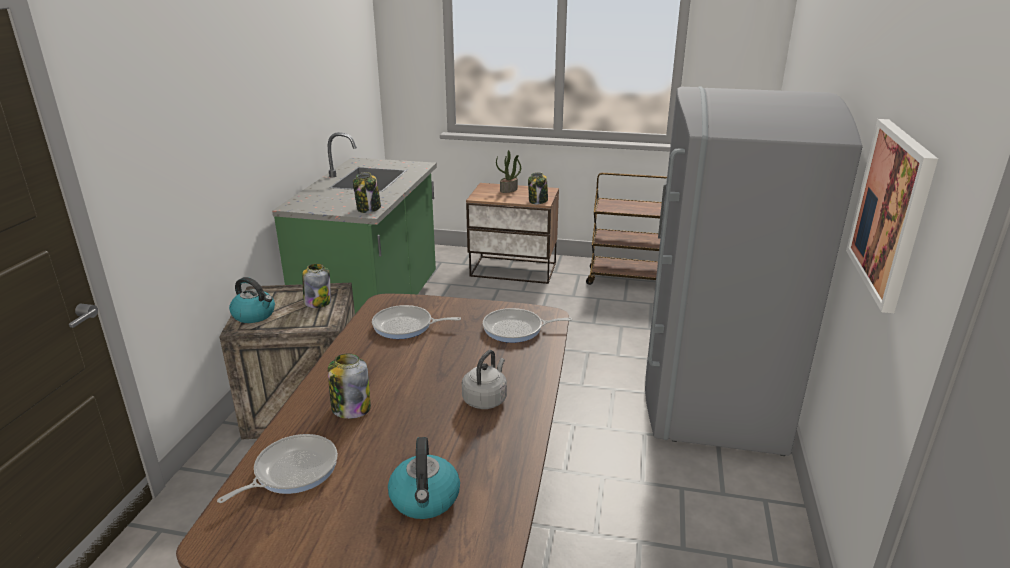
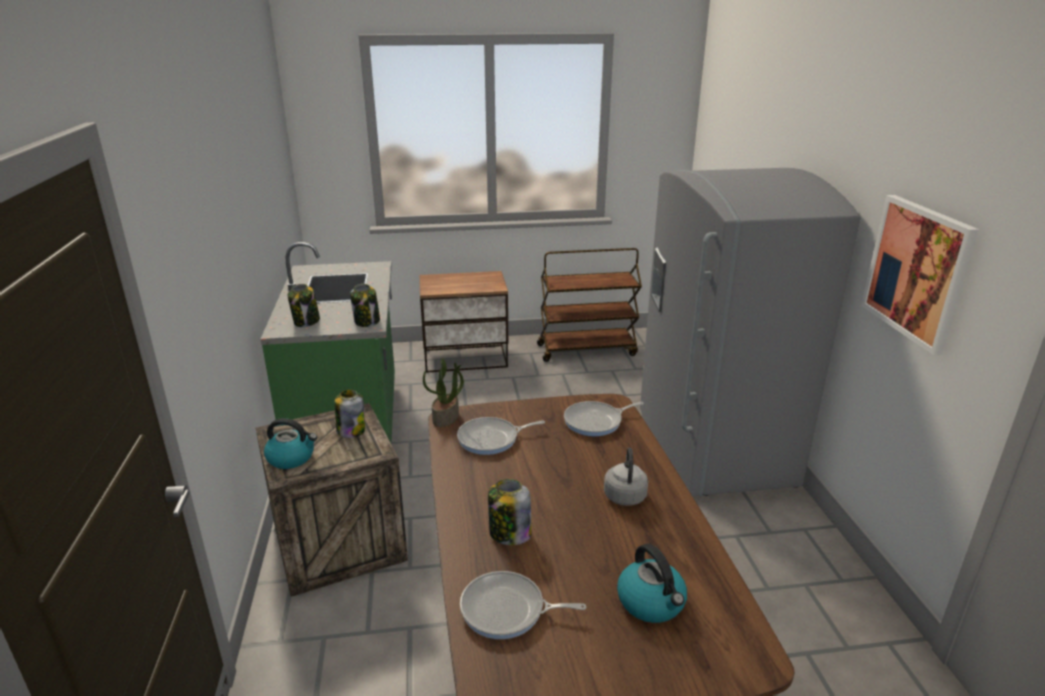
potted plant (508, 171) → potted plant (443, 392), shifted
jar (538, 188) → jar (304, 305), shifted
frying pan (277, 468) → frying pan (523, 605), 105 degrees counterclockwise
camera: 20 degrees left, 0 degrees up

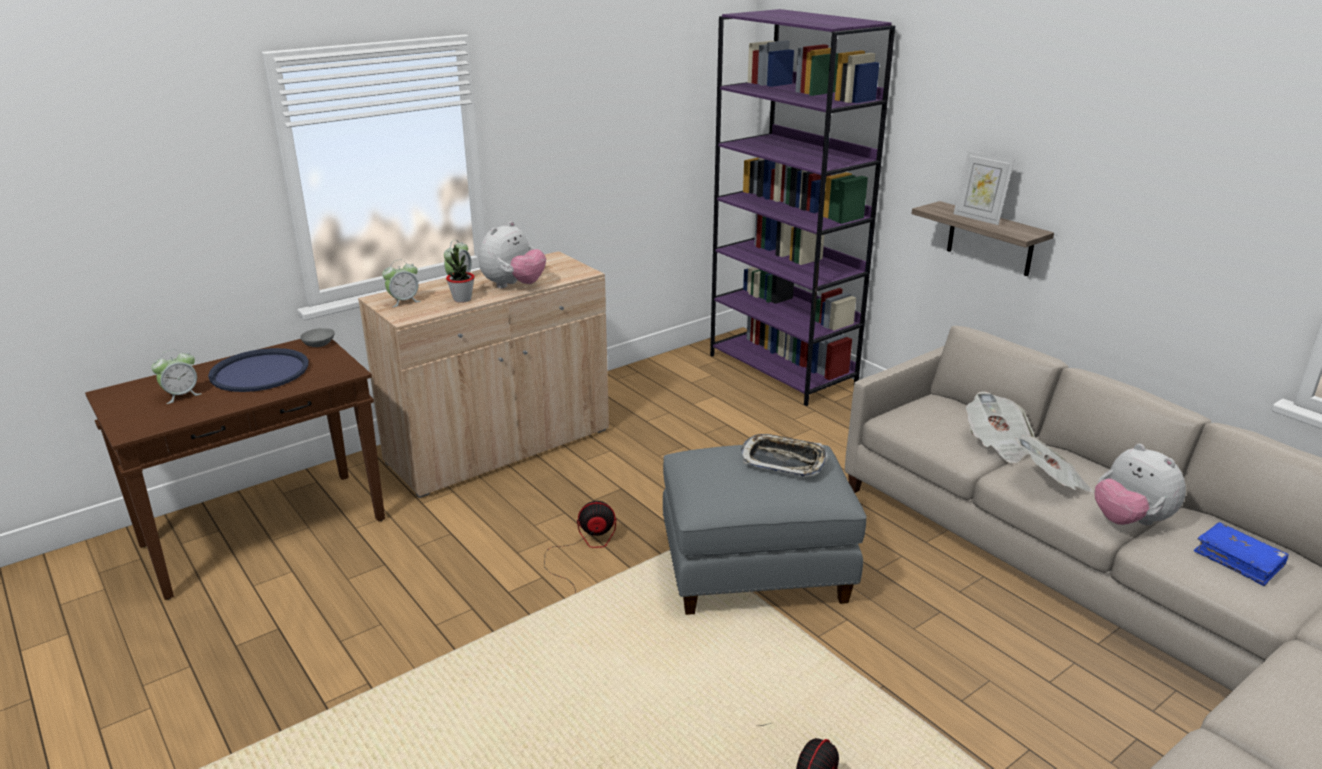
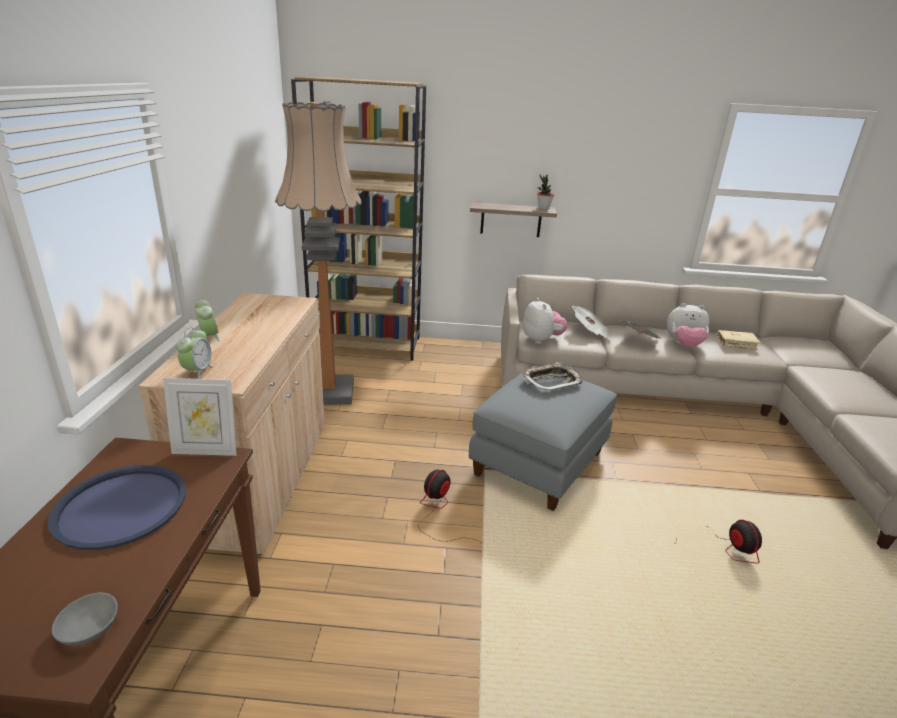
shelving unit/purplish (802, 207) → shelving unit/brown (358, 218)
photo frame (983, 188) → photo frame (199, 417), shifted
plush toy (512, 254) → plush toy (545, 320), shifted
potted plant (460, 273) → potted plant (545, 192), shifted
bowl/gray (317, 337) → bowl/gray (85, 619), shifted
alarm clock (176, 376) → -
volume/blue-coloured (1241, 554) → volume/beige (738, 340)
- → standing lamp (318, 253)
camera: 50 degrees left, 0 degrees up

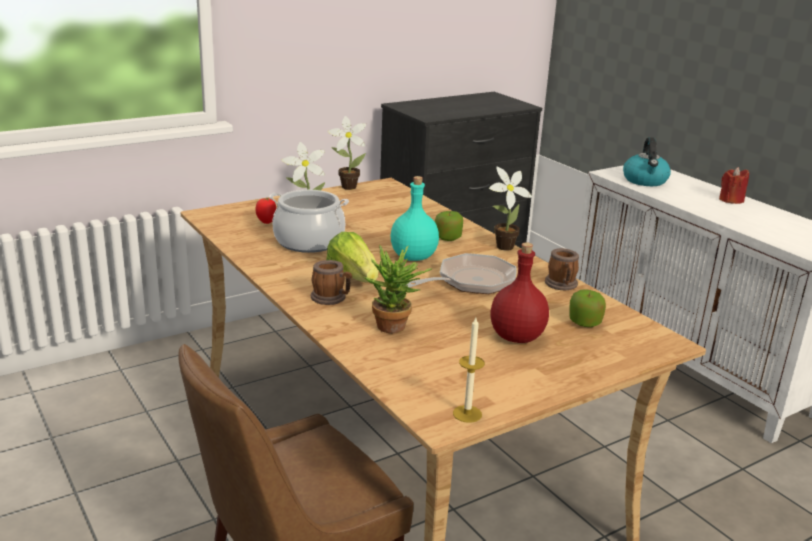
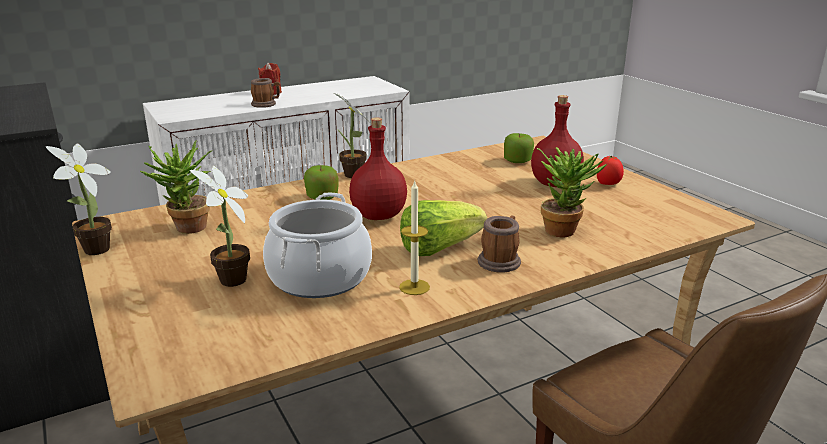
water kettle (647, 161) → -
bottle/turquoise-coloured (415, 218) → bottle/red (378, 168)
tomato (265, 211) → tomato (610, 170), shifted
mug (562, 269) → mug (265, 93), shifted
frying pan (461, 273) → -
wax candle (469, 370) → wax candle (414, 238), shifted
- → potted plant (175, 187)
camera: 85 degrees left, 0 degrees up

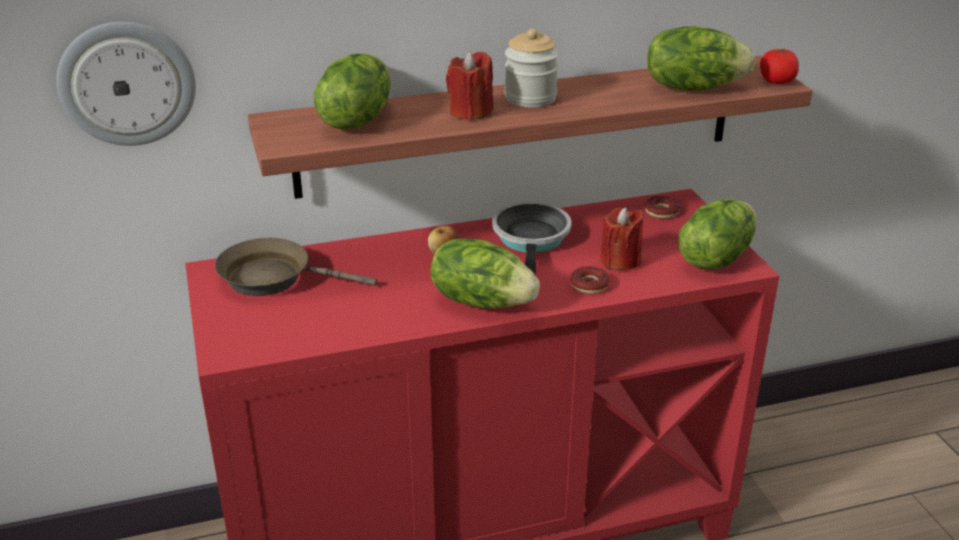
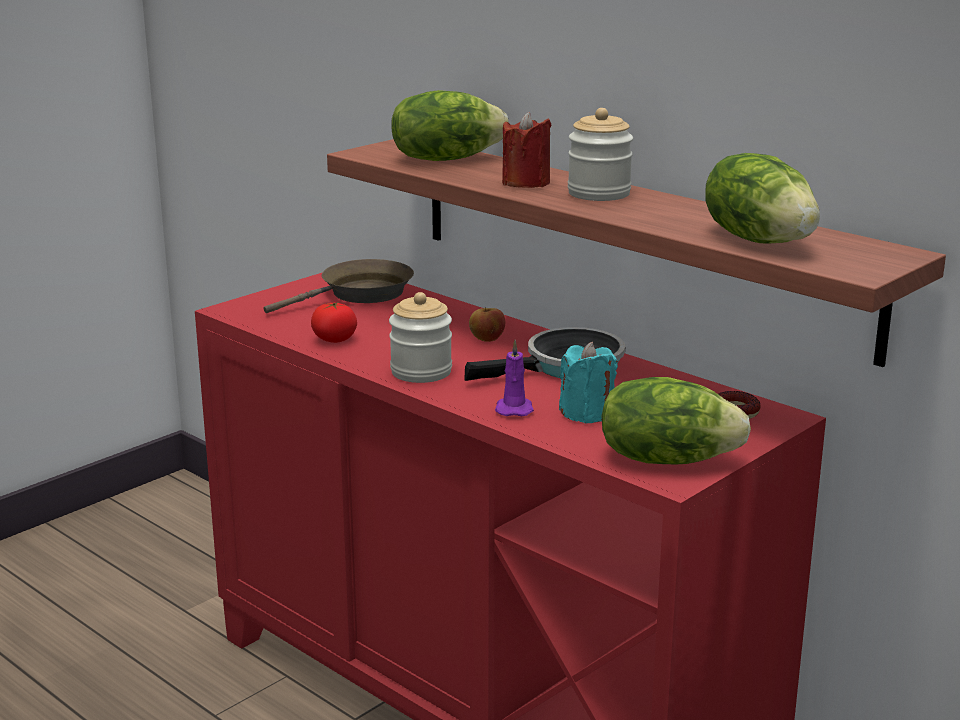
clock on the wall (126, 84) → -
tomato (779, 66) → tomato (334, 322), shifted
wax candle/red (622, 238) → wax candle/turquoise-coloured (588, 383)
frying pan/brown (296, 267) → frying pan/brown (339, 286), 75 degrees clockwise
lettuce head (485, 274) → jar (420, 337)
ring doughnut (590, 280) → wax candle/purplish (514, 378)
camera: 60 degrees right, 10 degrees down

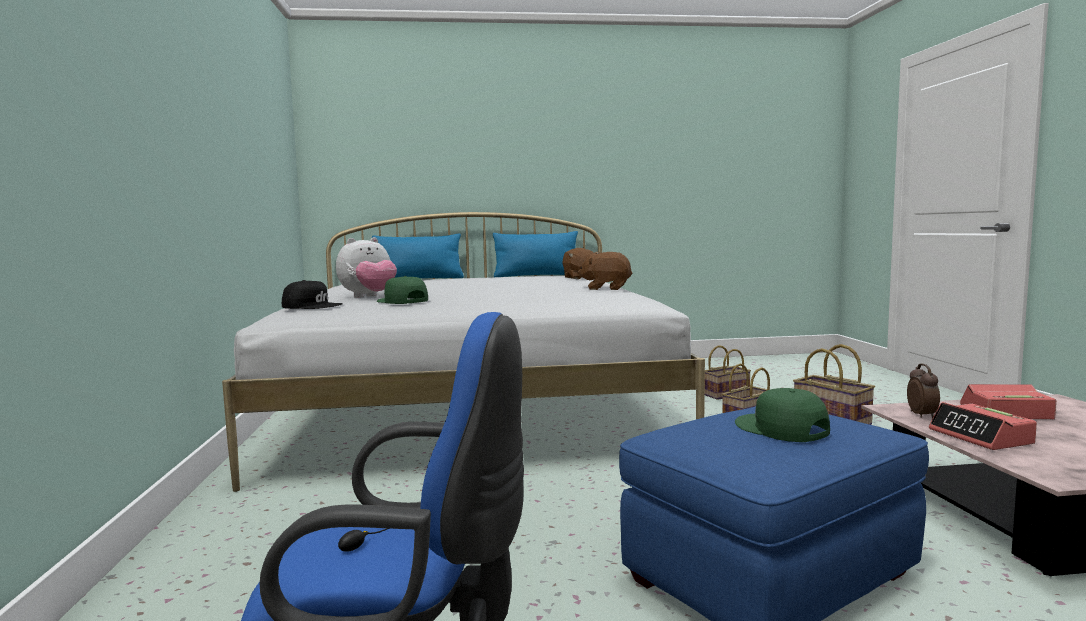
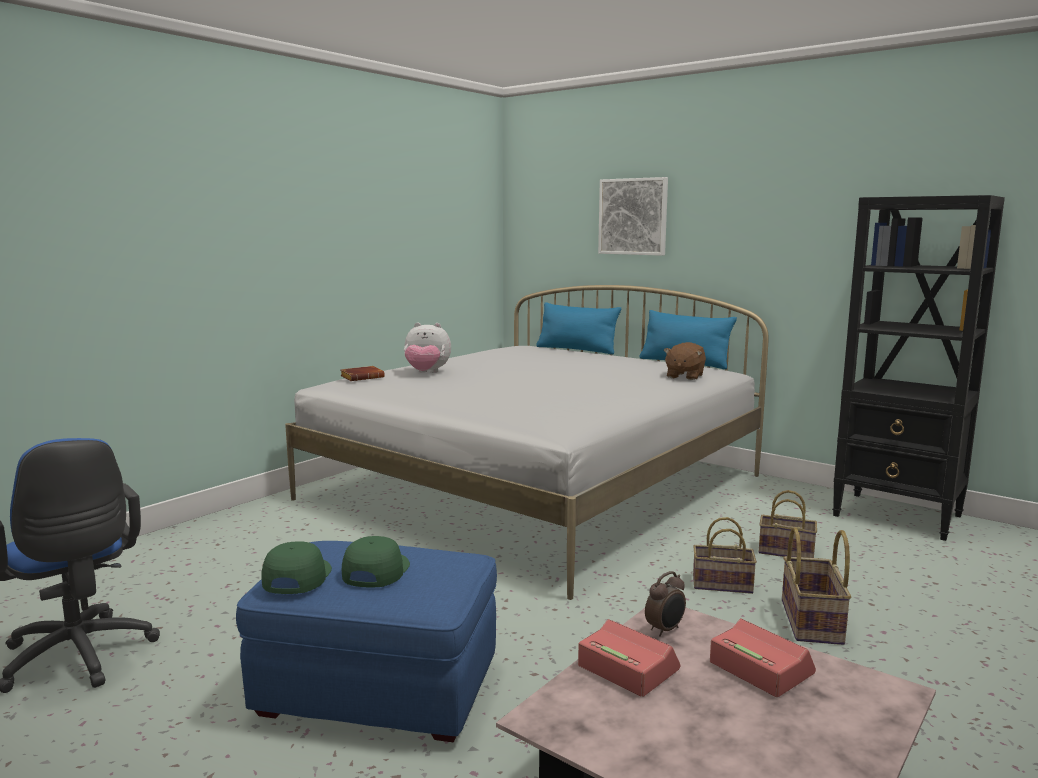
plush toy/brown (605, 271) → -
peaked cap/green (402, 290) → peaked cap/green (296, 567), shifted
peaked cap/black-coloured (312, 294) → volume/brown (362, 373)
alarm clock (983, 426) → alarm clock (629, 658), 105 degrees clockwise
- → picture (633, 216)
- → shelving unit/black-coloured (918, 368)
camera: 45 degrees right, 5 degrees up

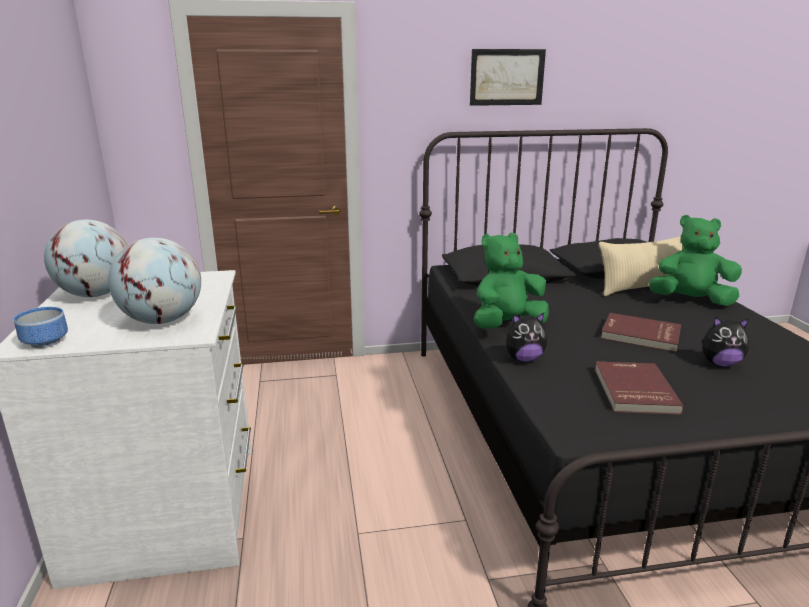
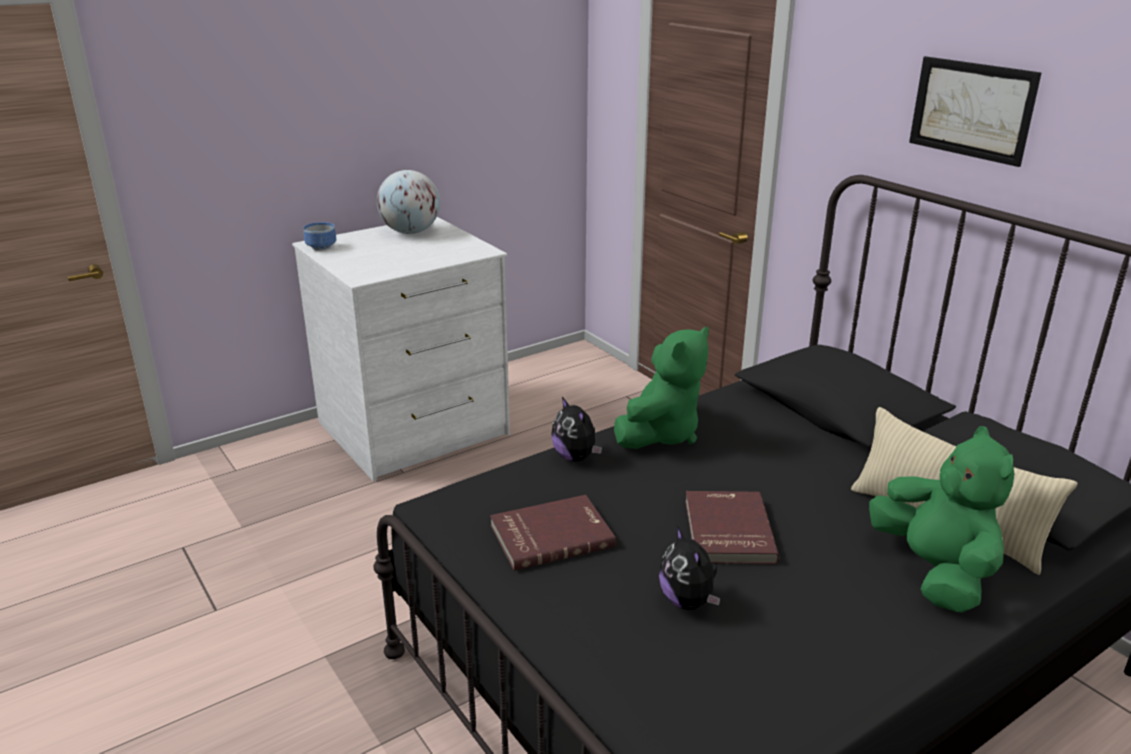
plush toy/green (511, 280) → plush toy/green (661, 388), 90 degrees clockwise
desk globe (154, 281) → -
camera: 65 degrees right, 5 degrees up

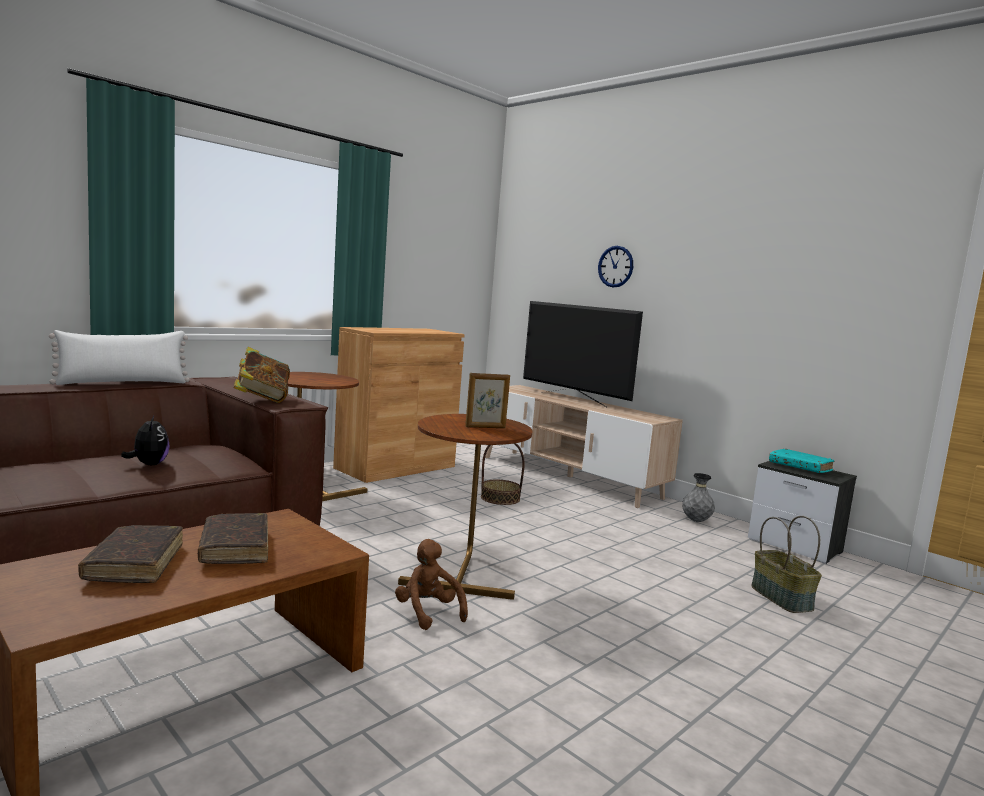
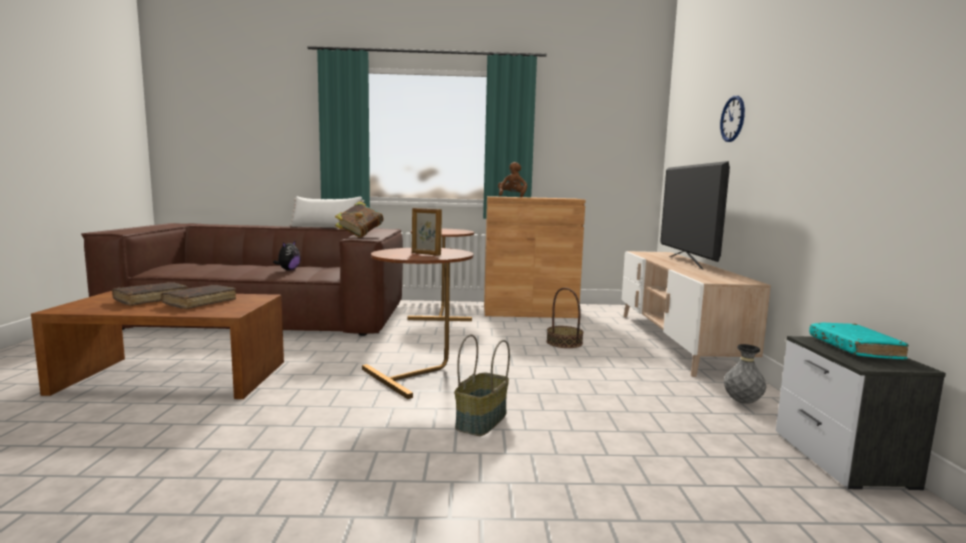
basket (786, 564) → basket (482, 385), shifted
plush toy/brown (431, 584) → plush toy/brown (512, 180), shifted
camera: 45 degrees right, 0 degrees up

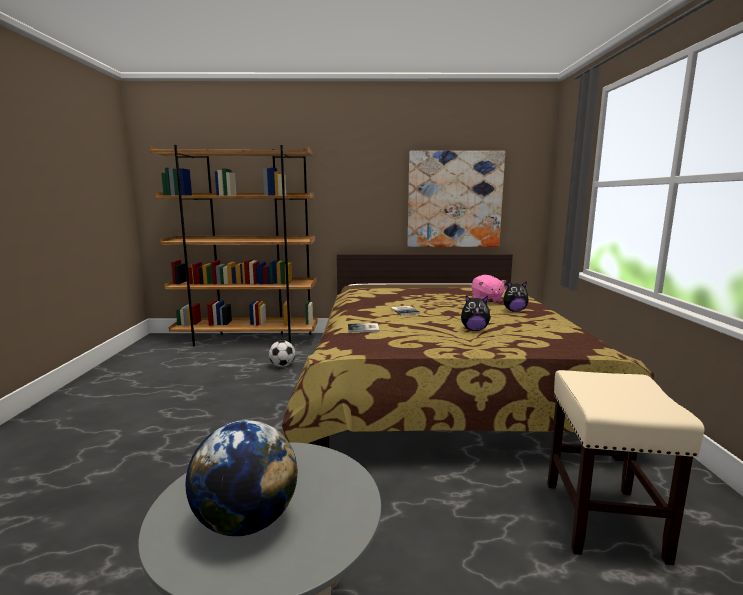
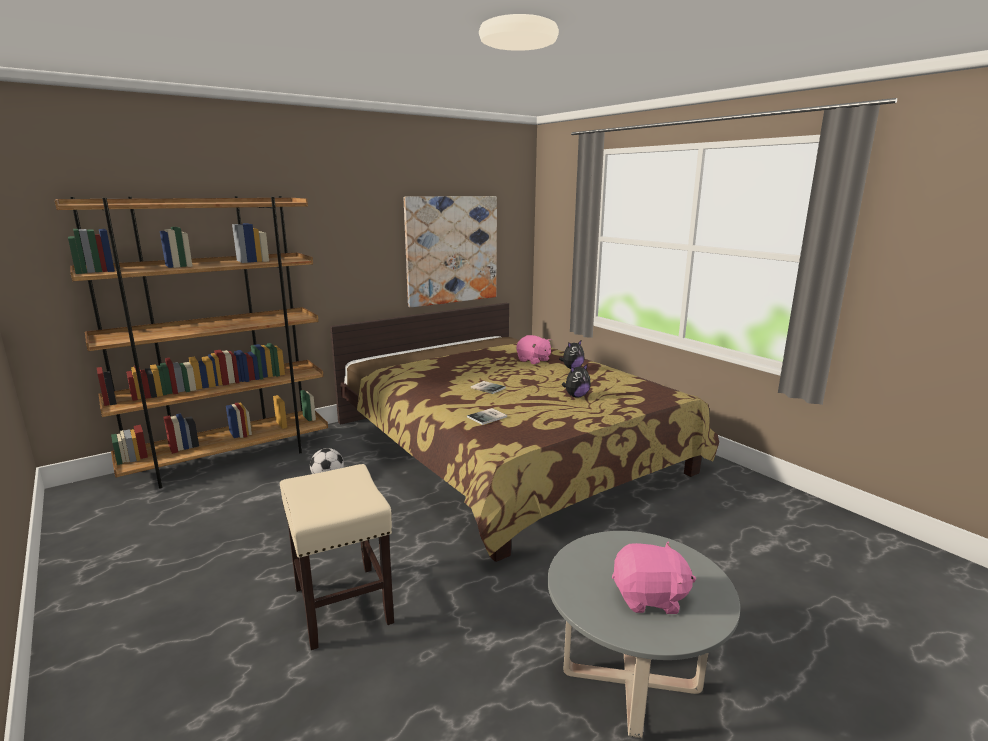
sitting stool/beige (625, 467) → sitting stool/beige (337, 557), shifted
desk globe (241, 478) → plush toy/pinkish (654, 578)
camera: 35 degrees left, 5 degrees up

